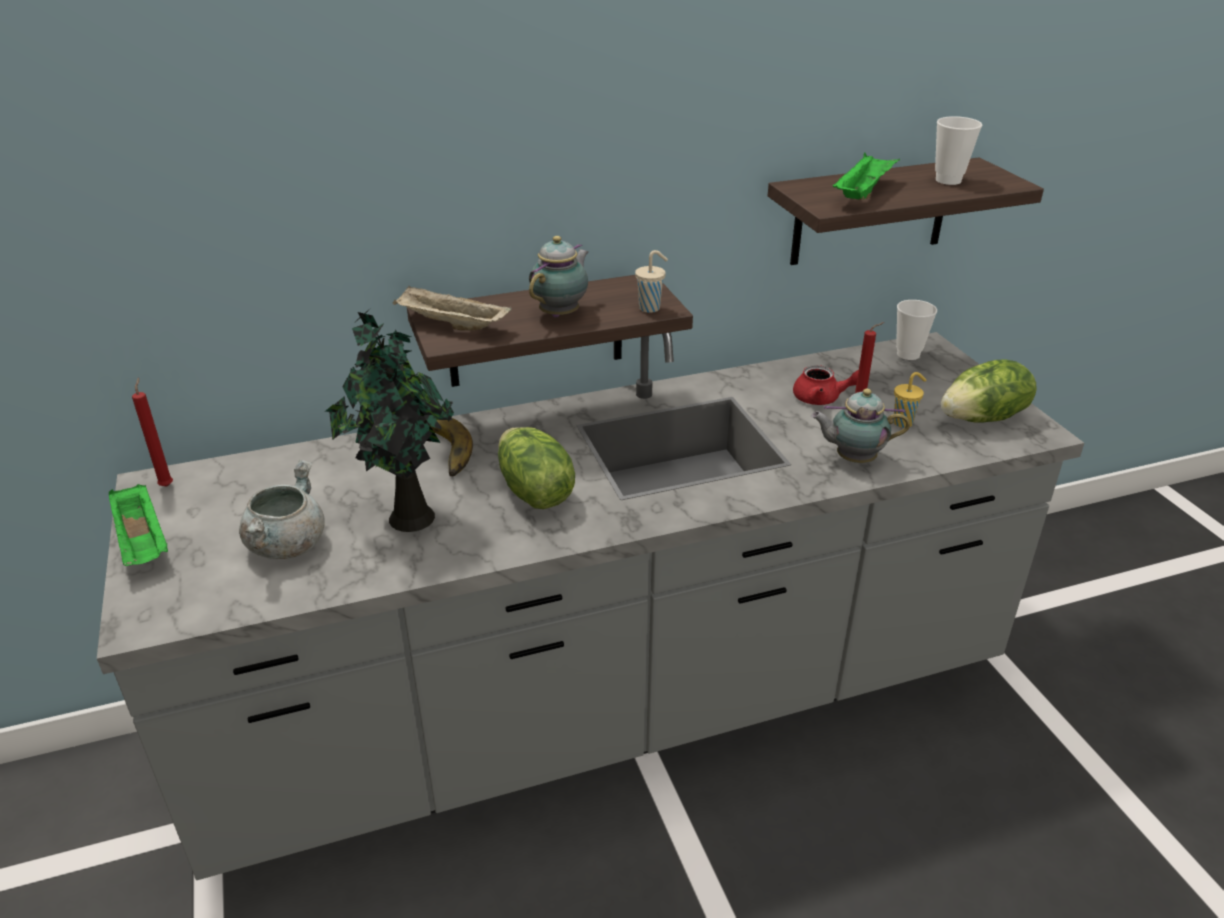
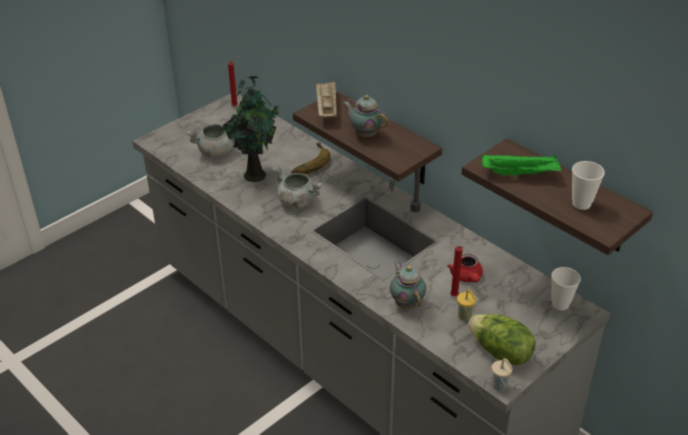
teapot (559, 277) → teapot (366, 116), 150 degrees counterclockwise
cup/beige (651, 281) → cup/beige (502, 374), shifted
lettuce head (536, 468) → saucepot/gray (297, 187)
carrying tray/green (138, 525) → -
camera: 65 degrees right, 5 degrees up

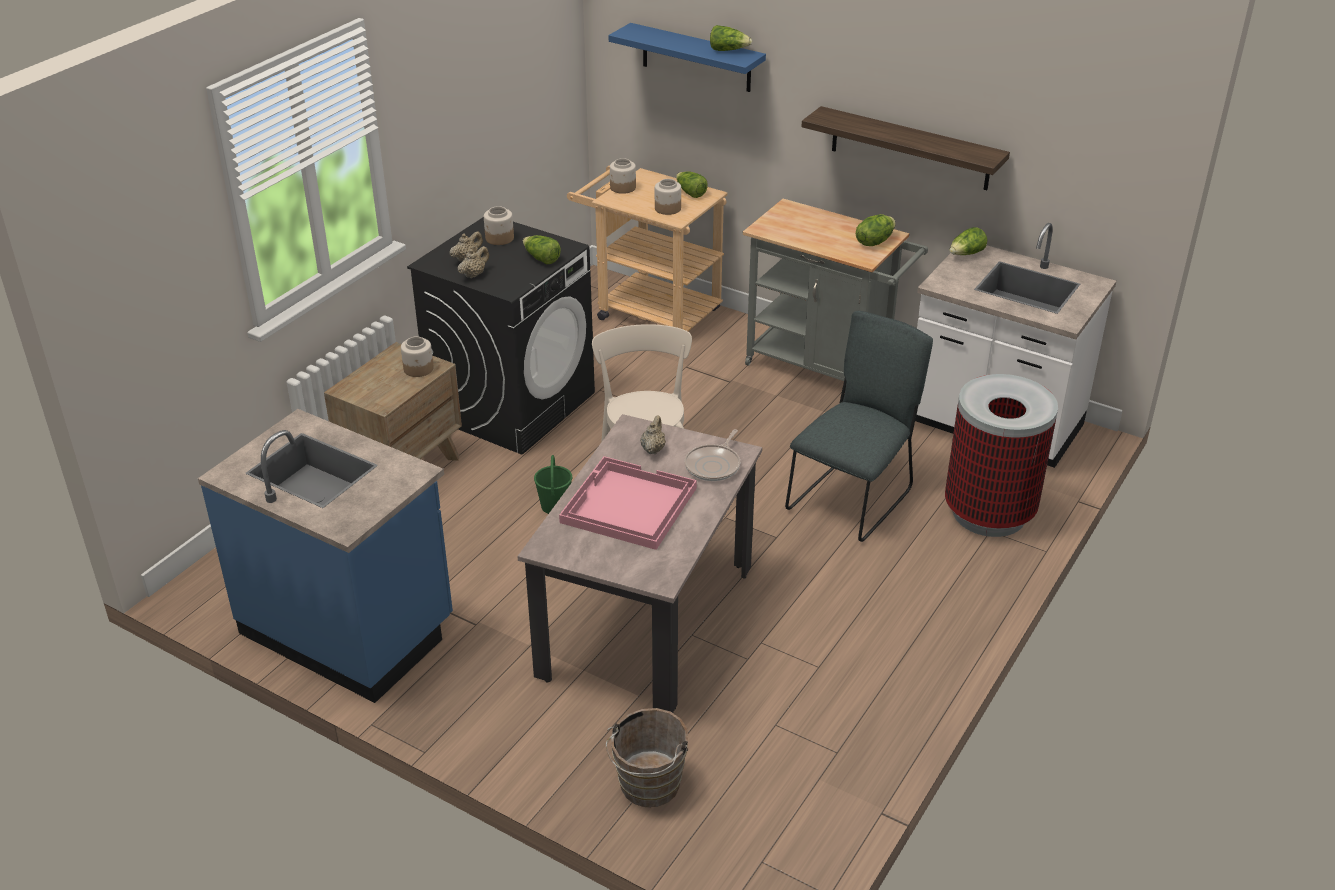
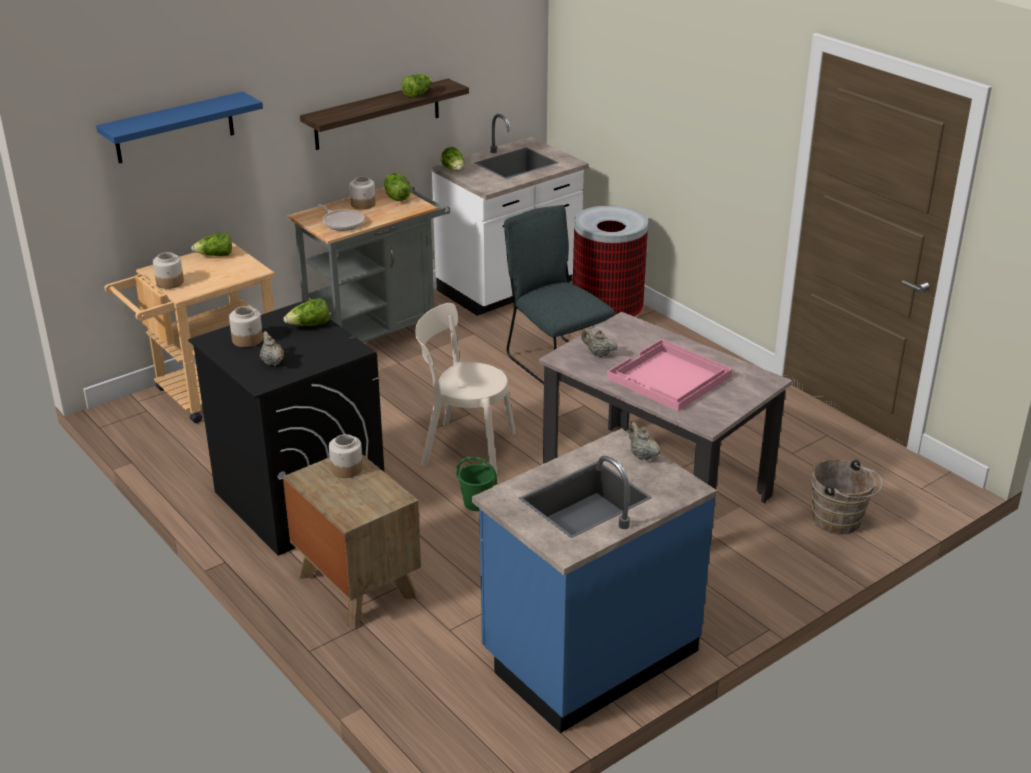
lettuce head (731, 38) → lettuce head (416, 86), shifted
jar (668, 197) → jar (363, 193), shifted
teapot/beige (473, 262) → teapot/beige (644, 441), shifted
frying pan (712, 455) → frying pan (341, 217), shifted
camera: 70 degrees left, 5 degrees down

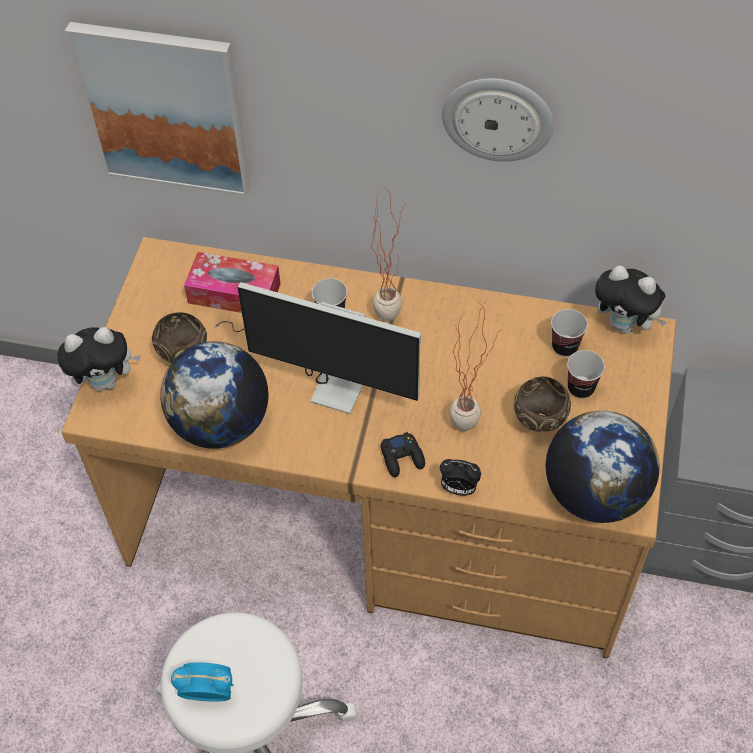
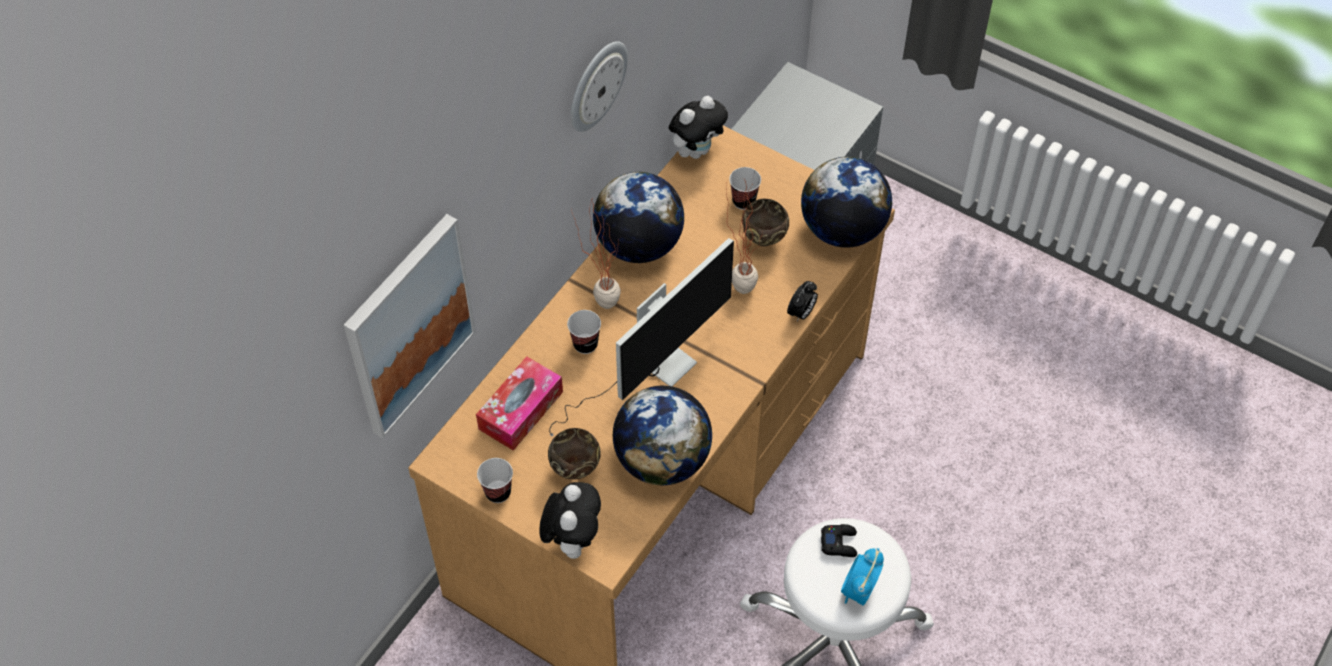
cup (569, 333) → cup (495, 480), shifted
gamepad/black-coloured (403, 454) → gamepad/black-coloured (839, 540), shifted
- → desk globe (638, 217)
camera: 70 degrees left, 0 degrees up

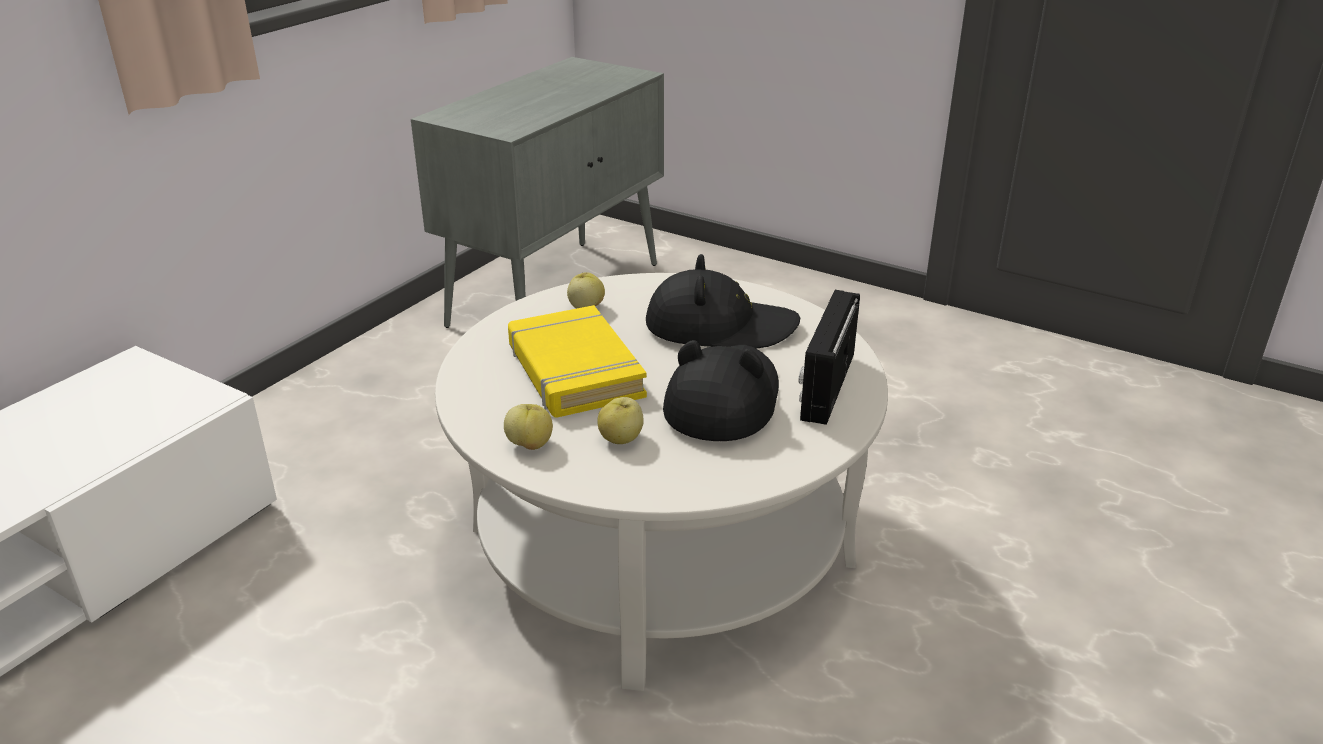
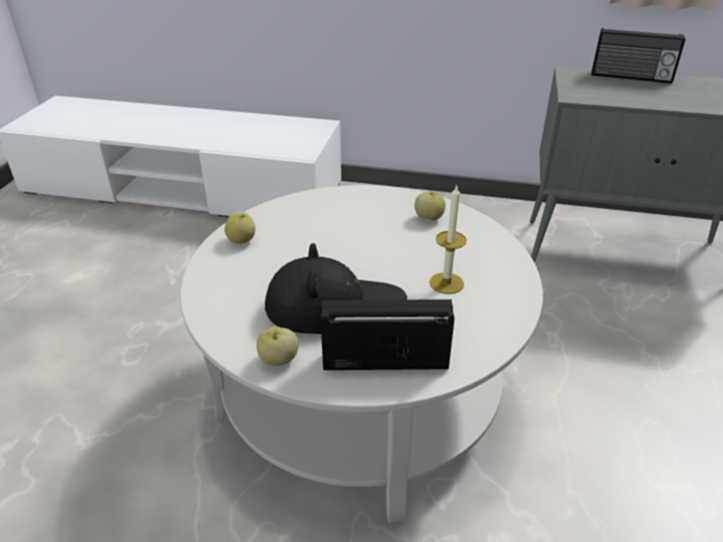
wearable hat/black-coloured (723, 301) → wax candle (448, 239)
volume/yellow-coloured (577, 361) → -
apple fruit (620, 420) → apple fruit (277, 346), shifted
- → radio (638, 55)
camera: 70 degrees right, 5 degrees up

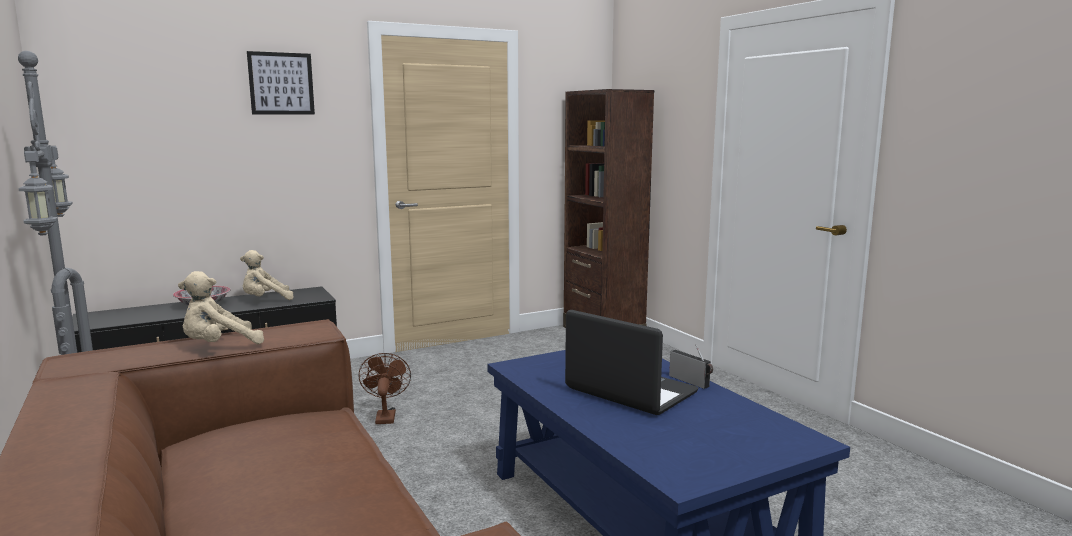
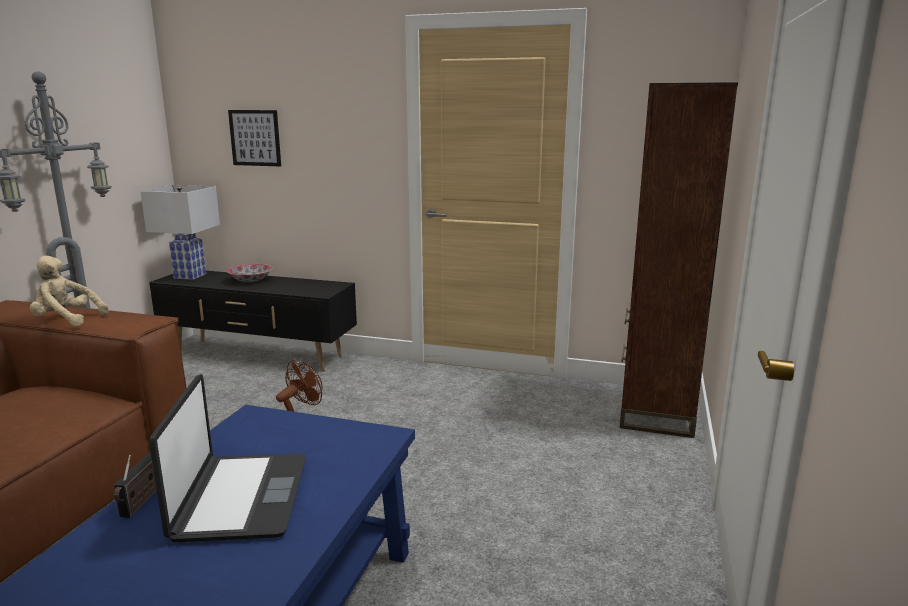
picture (281, 83) → picture (254, 138), shifted
plush toy/beige (267, 275) → -
radio (691, 366) → radio (135, 485), shifted
- → lamp for a table/white-coloured (180, 232)
camera: 45 degrees right, 5 degrees up

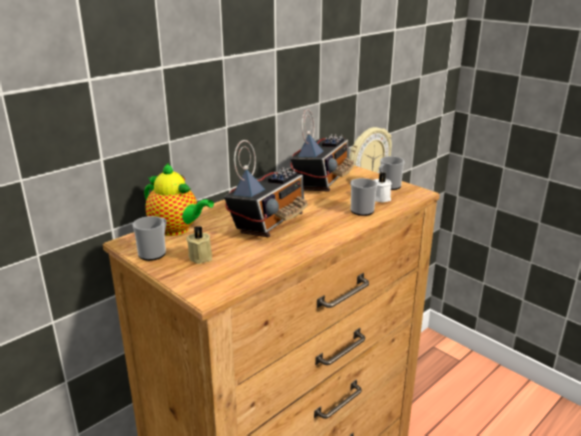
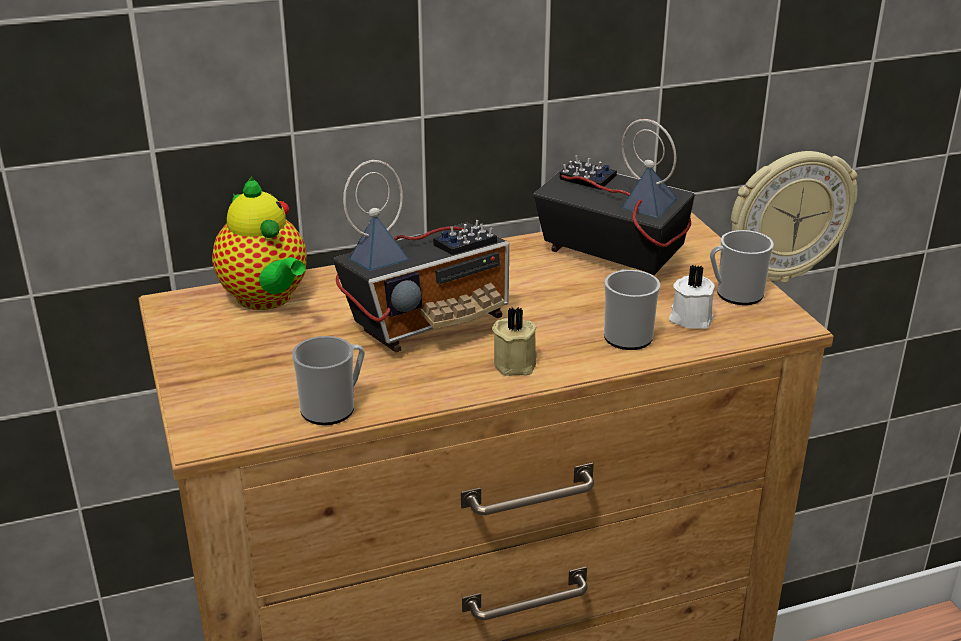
radio (322, 150) → radio (614, 197), 105 degrees counterclockwise
mug (149, 238) → mug (328, 380), shifted
wax candle/beige (199, 245) → wax candle/beige (514, 341), shifted
camera: 25 degrees right, 5 degrees up

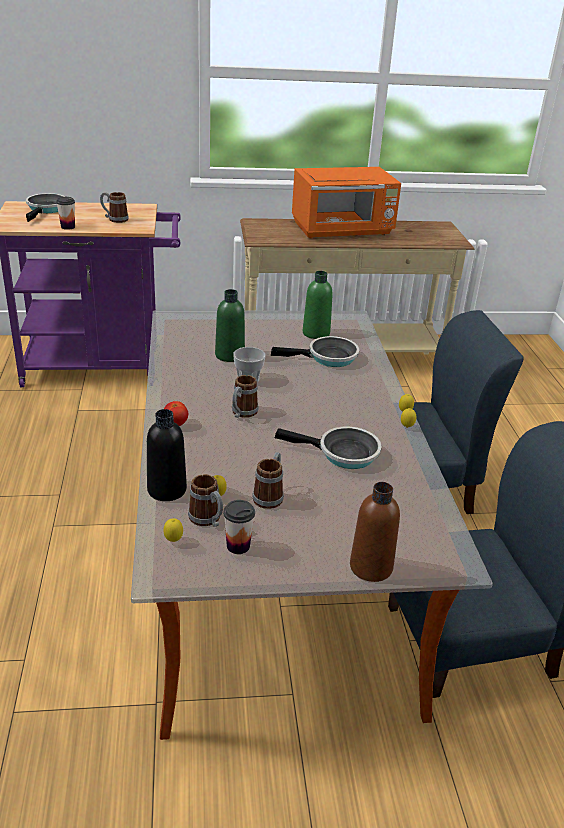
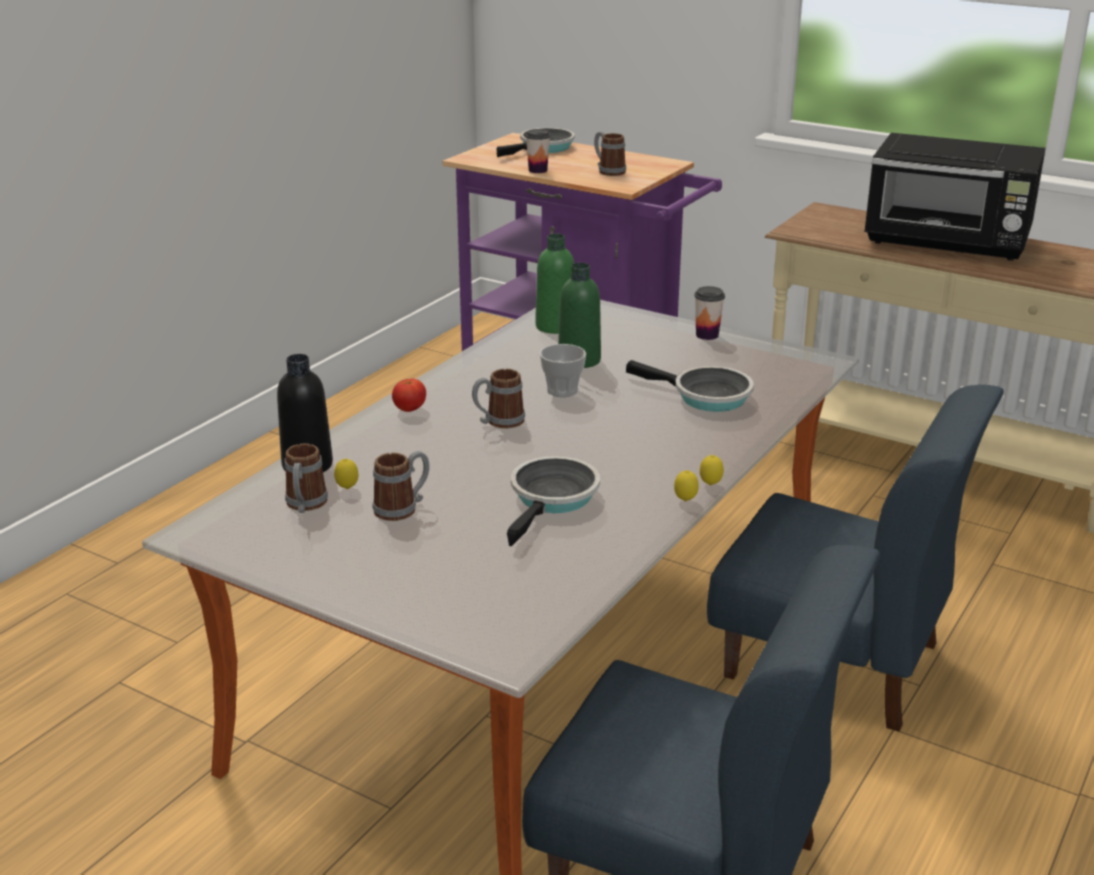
microwave oven/orangey (346, 202) → microwave oven/black-coloured (955, 197)
bottle/green (318, 305) → bottle/green (554, 284), shifted
frying pan (328, 447) → frying pan (553, 501), 120 degrees counterclockwise
bottle/brown (375, 532) → -
cup (239, 527) → cup (709, 313), shifted
lemon (173, 530) → -
camera: 40 degrees right, 5 degrees down

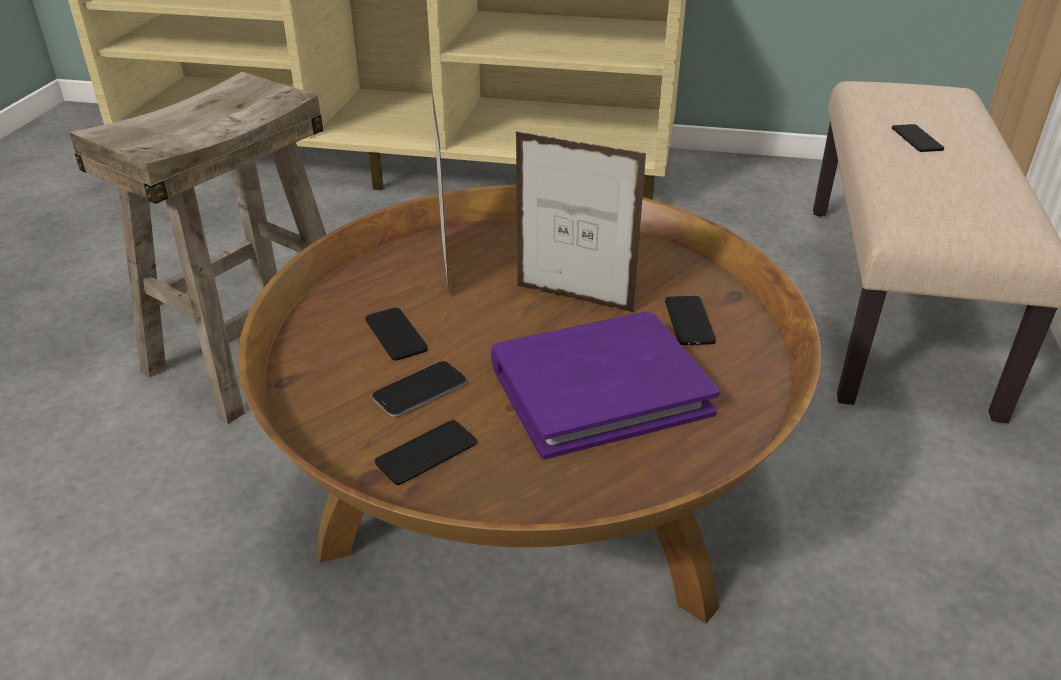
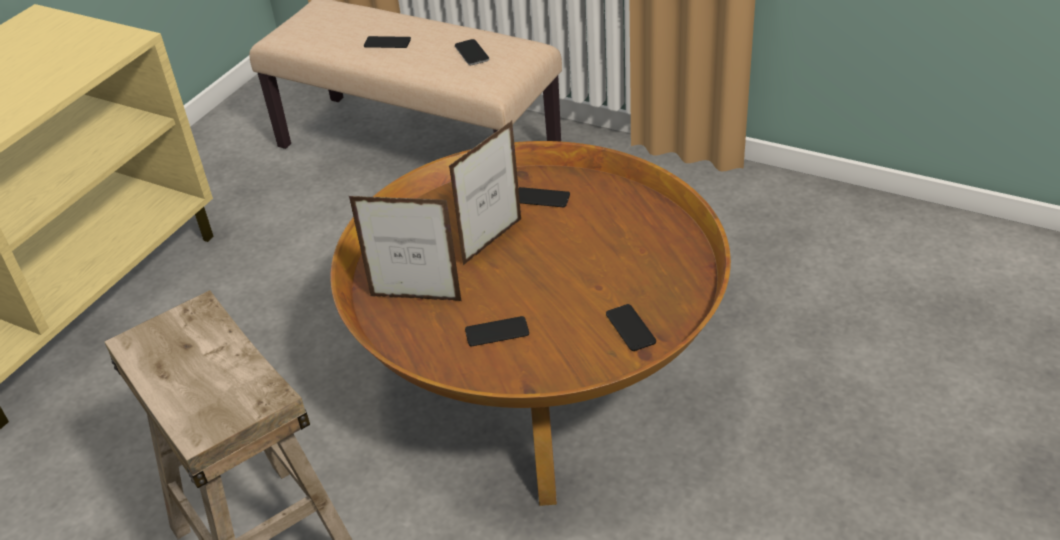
volume/purplish (605, 385) → -
telephone (419, 389) → telephone (472, 52), shifted
camera: 70 degrees left, 5 degrees up

